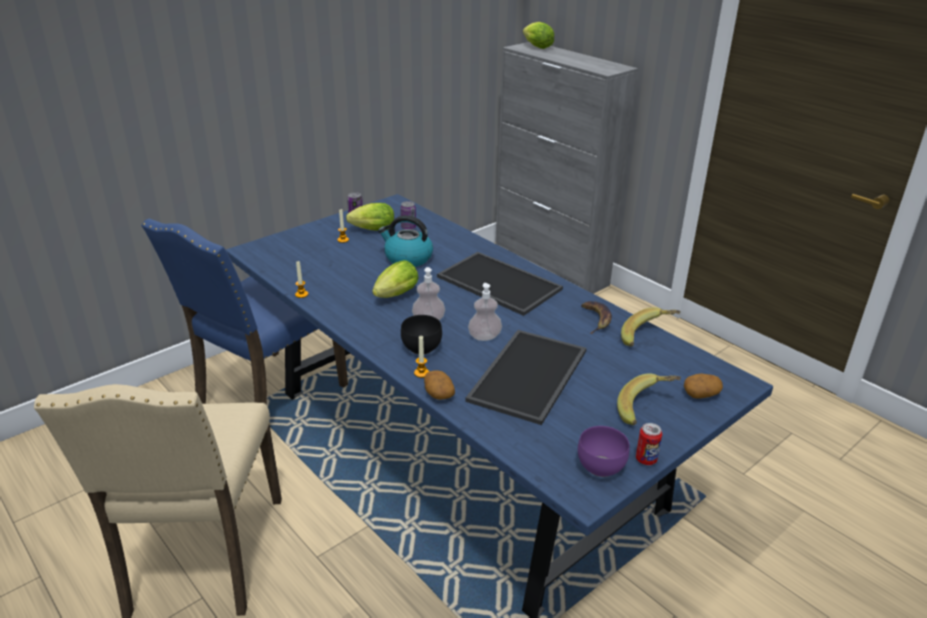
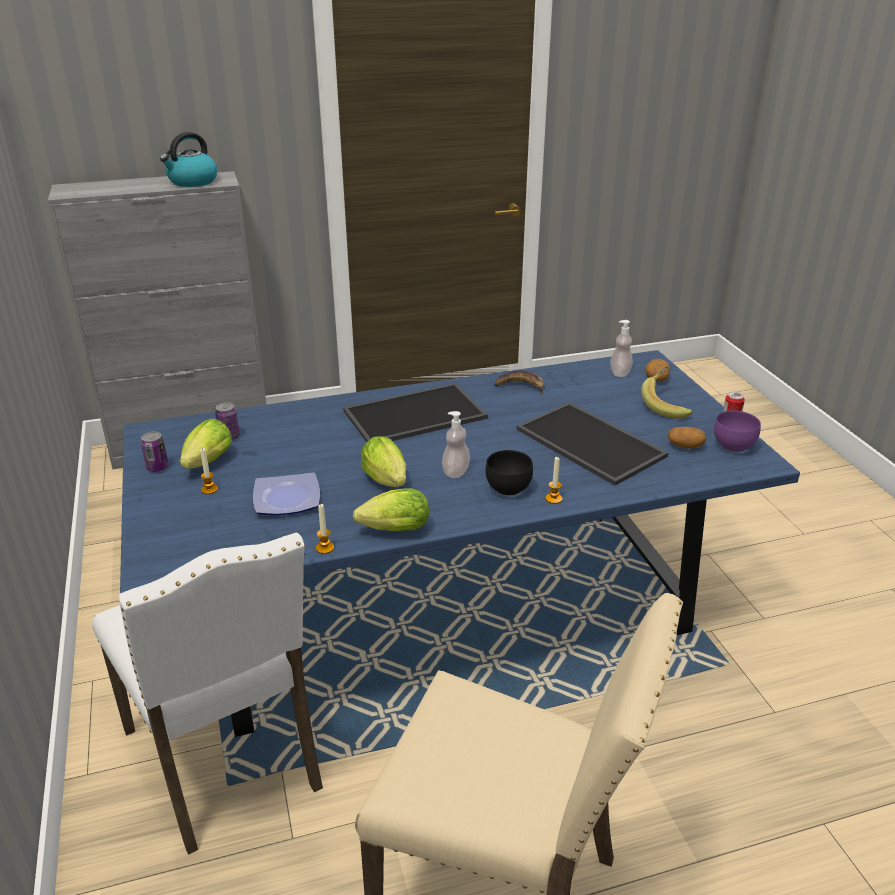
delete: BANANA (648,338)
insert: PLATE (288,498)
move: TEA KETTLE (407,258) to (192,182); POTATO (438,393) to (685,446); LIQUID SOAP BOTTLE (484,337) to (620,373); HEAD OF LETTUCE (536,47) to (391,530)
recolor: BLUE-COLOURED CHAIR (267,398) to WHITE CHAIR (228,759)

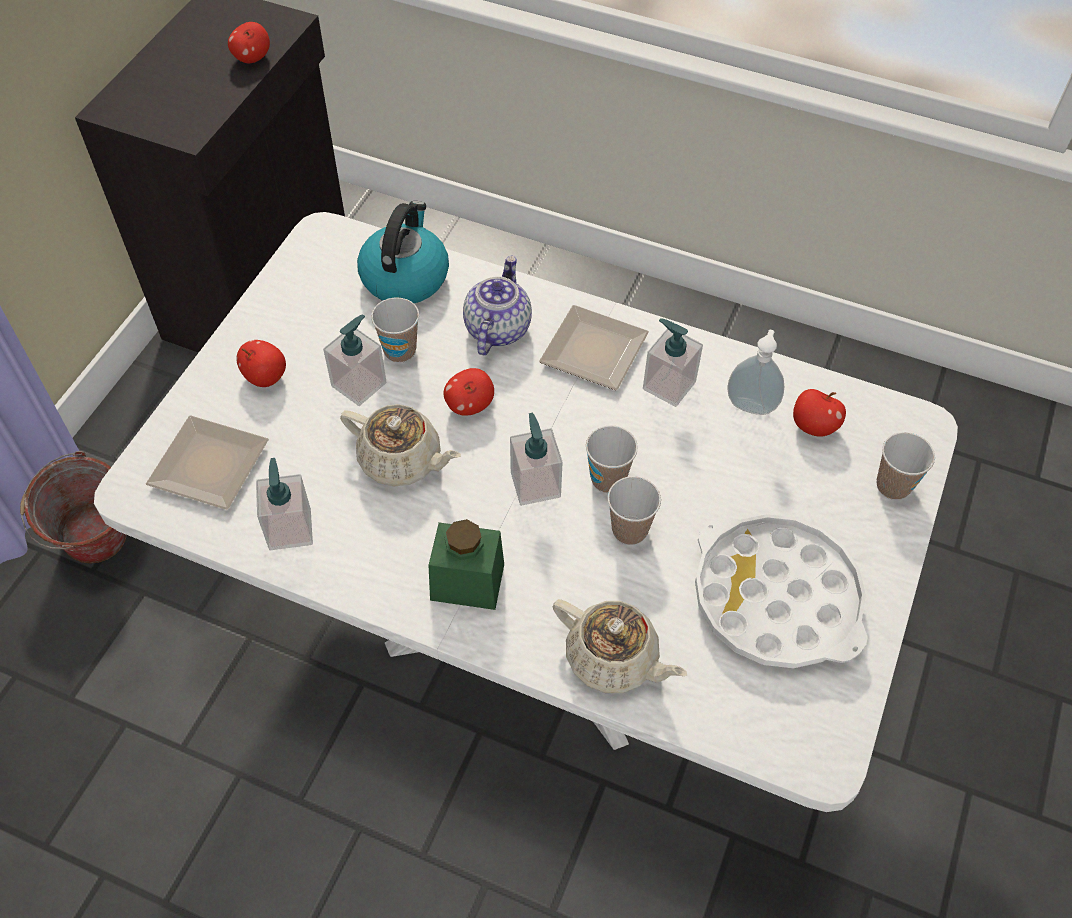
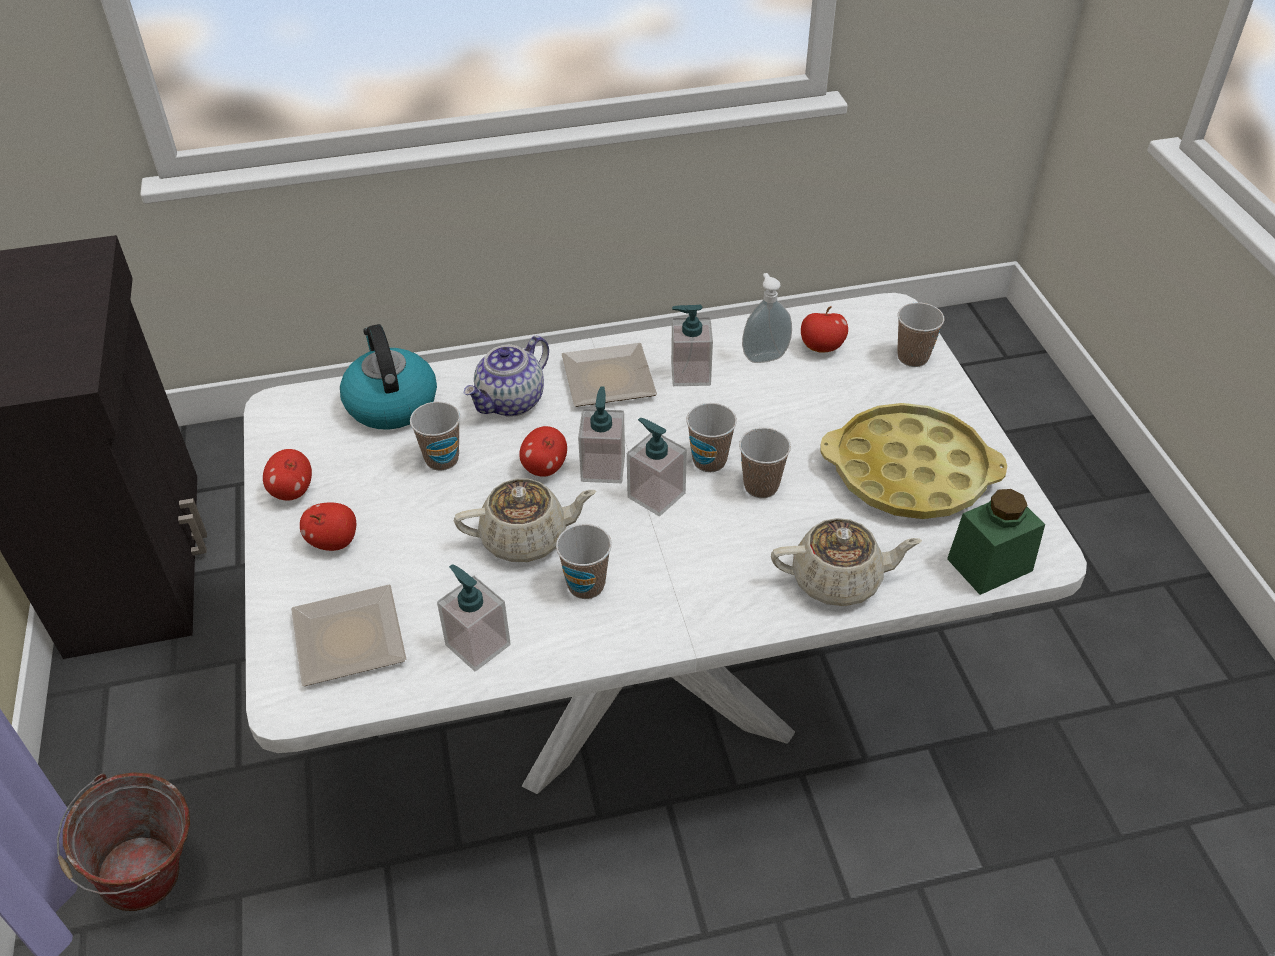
insert: CUP (586,585)
move: WHOLE APPLE (252,58) to (292,491); LIQUID SOAP BOTTLE (359,384) to (603,468); GREEN-COLOURED PRESERVE JAR (467,582) to (989,565)
recolor: WHITE SERVING TRAY (775,598) to YELLOW SERVING TRAY (909,472)
rotate: TEA POT (496,328) = (511,402) 120 degrees counterclockwise

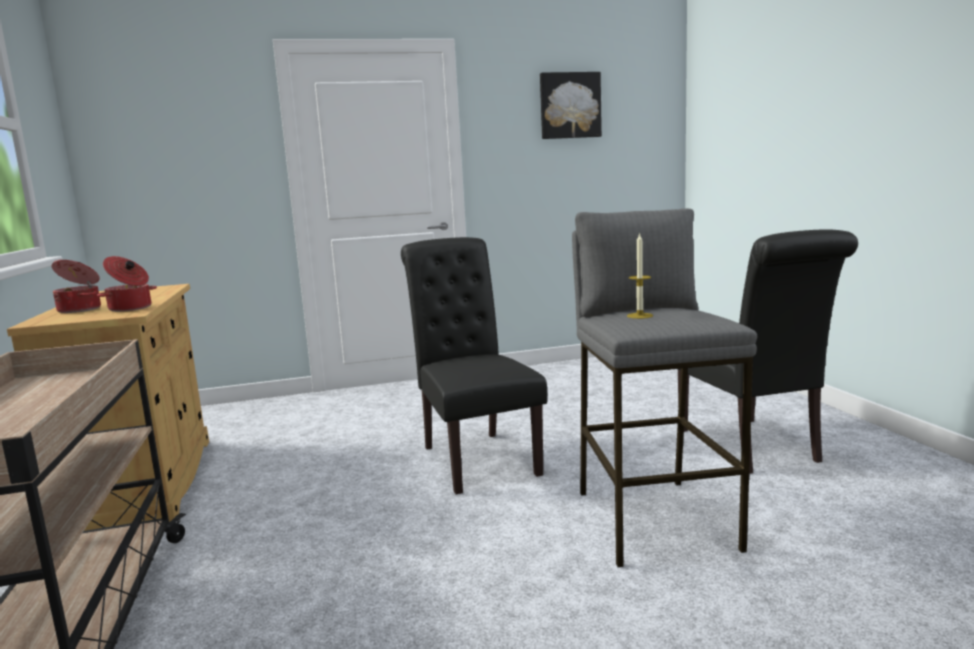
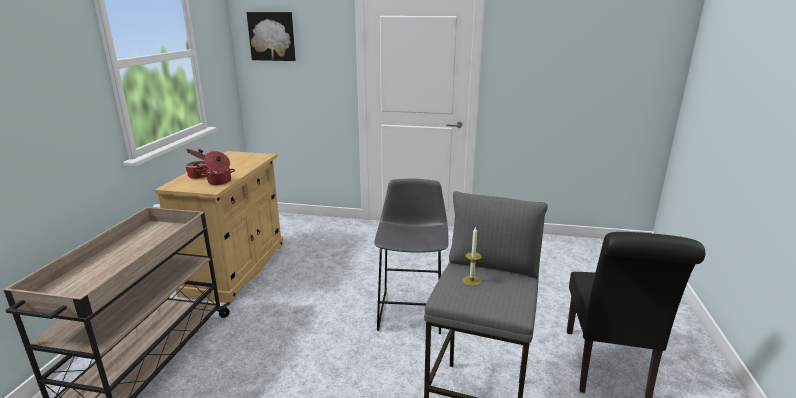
move: WALL ART (569,105) to (272,36)
replace: BLACK-COLOURED CHAIR (475,457) to GRAY SITTING STOOL (411,308)

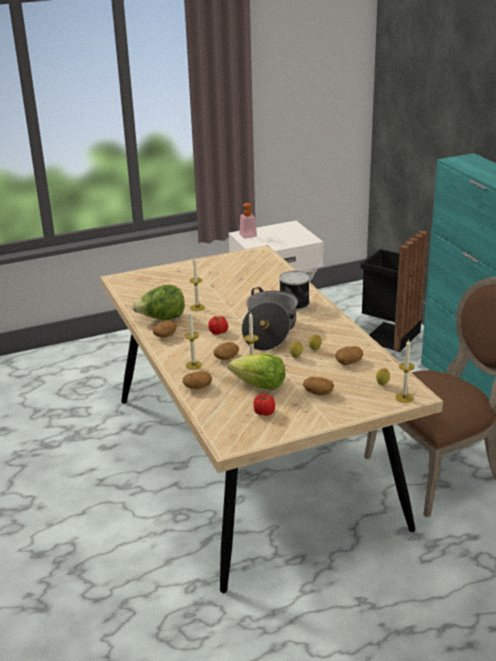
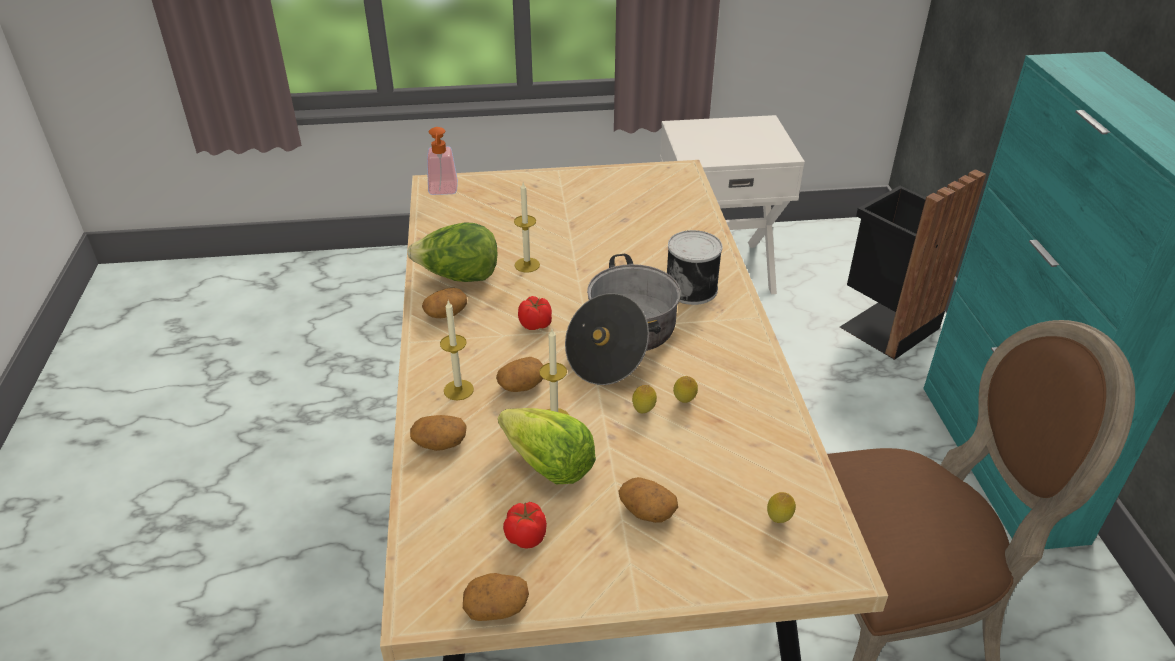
delete: WAX CANDLE (404,397)
move: LIQUID SOAP BOTTLE (249,237) to (443,192); POTATO (349,361) to (497,607)

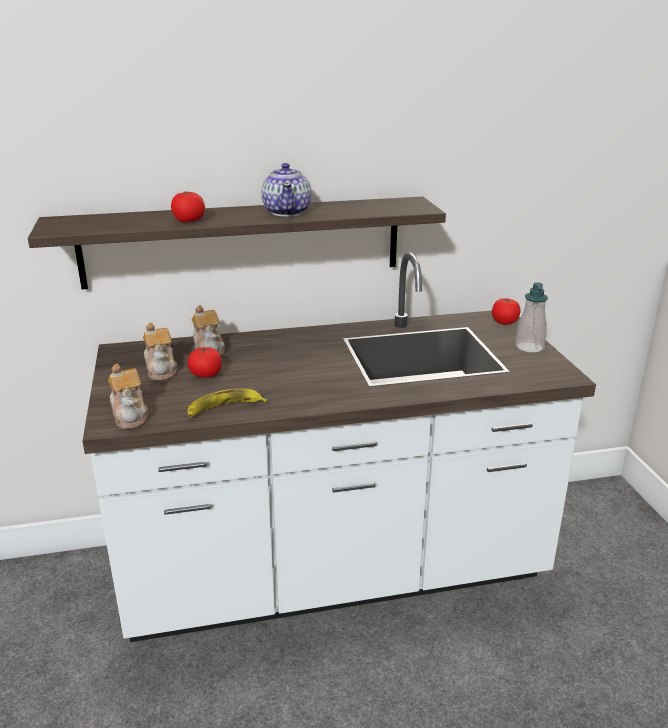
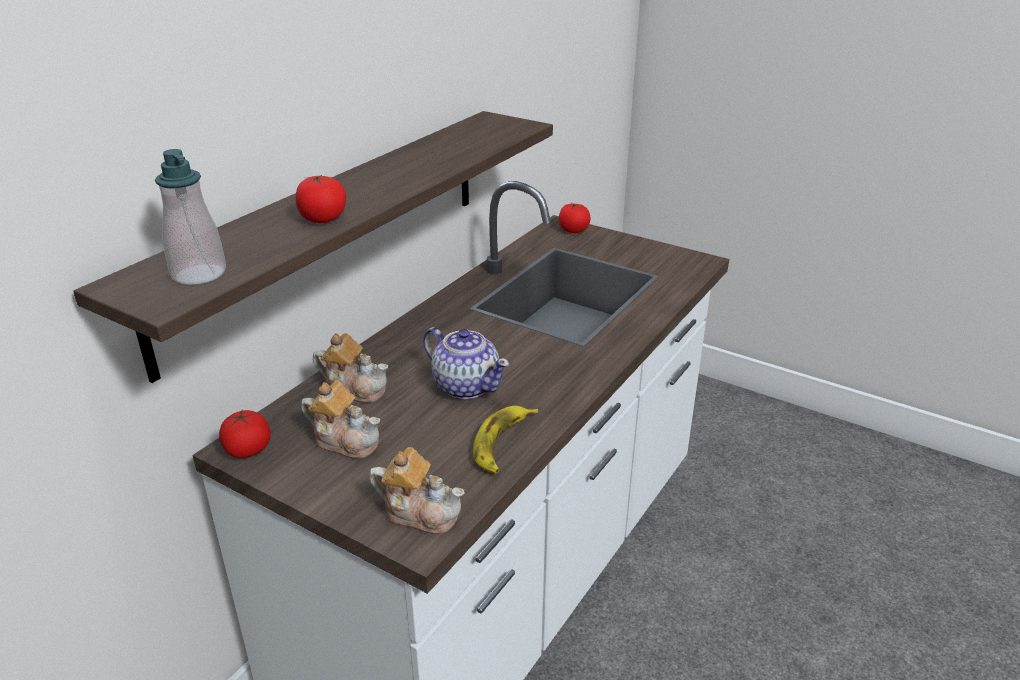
move: FRESH TOMATO (206,374) to (248,450); TEA POT (287,212) to (466,385); LIQUID SOAP BOTTLE (529,347) to (199,274)

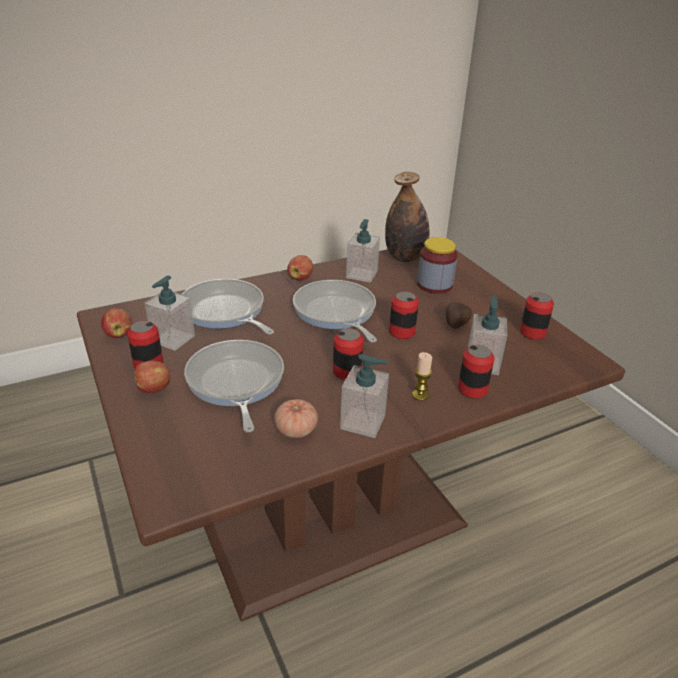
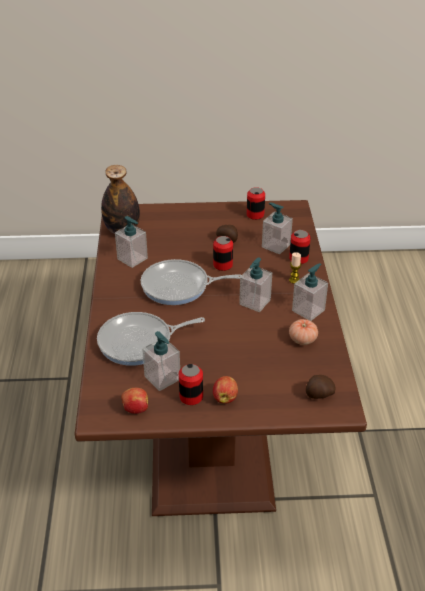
delete: PAN (235,383); WHOLE APPLE (300,278); PRESERVE JAR (434,285)
insert: POTATO (319,395)
replace: METAL CAN (347,372) to LIQUID SOAP BOTTLE (255,302)

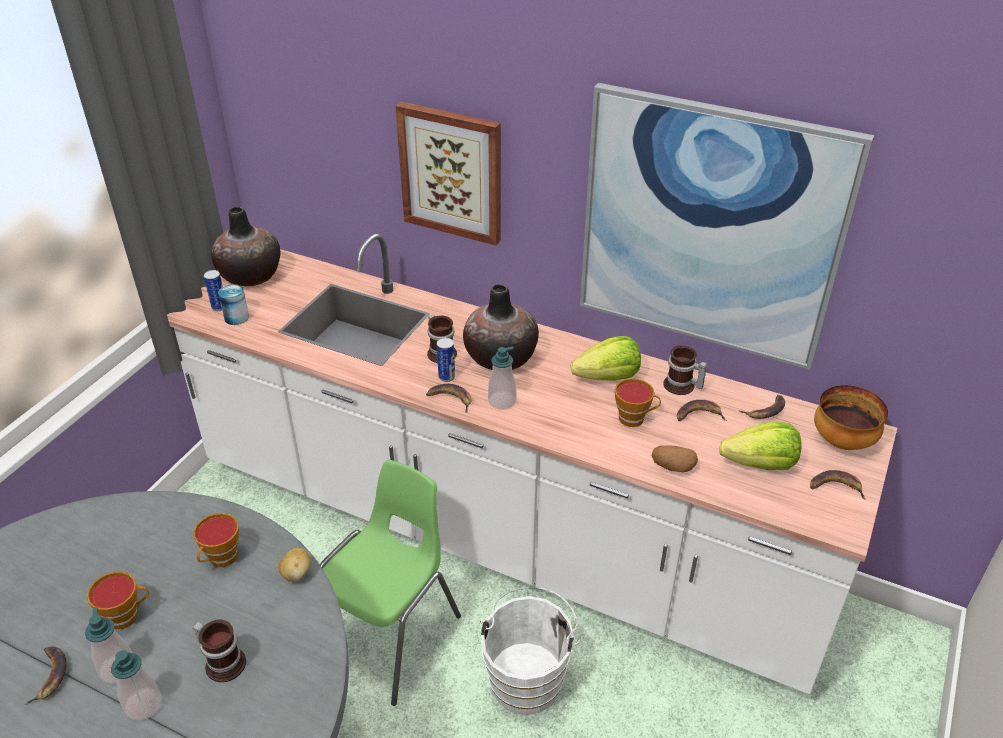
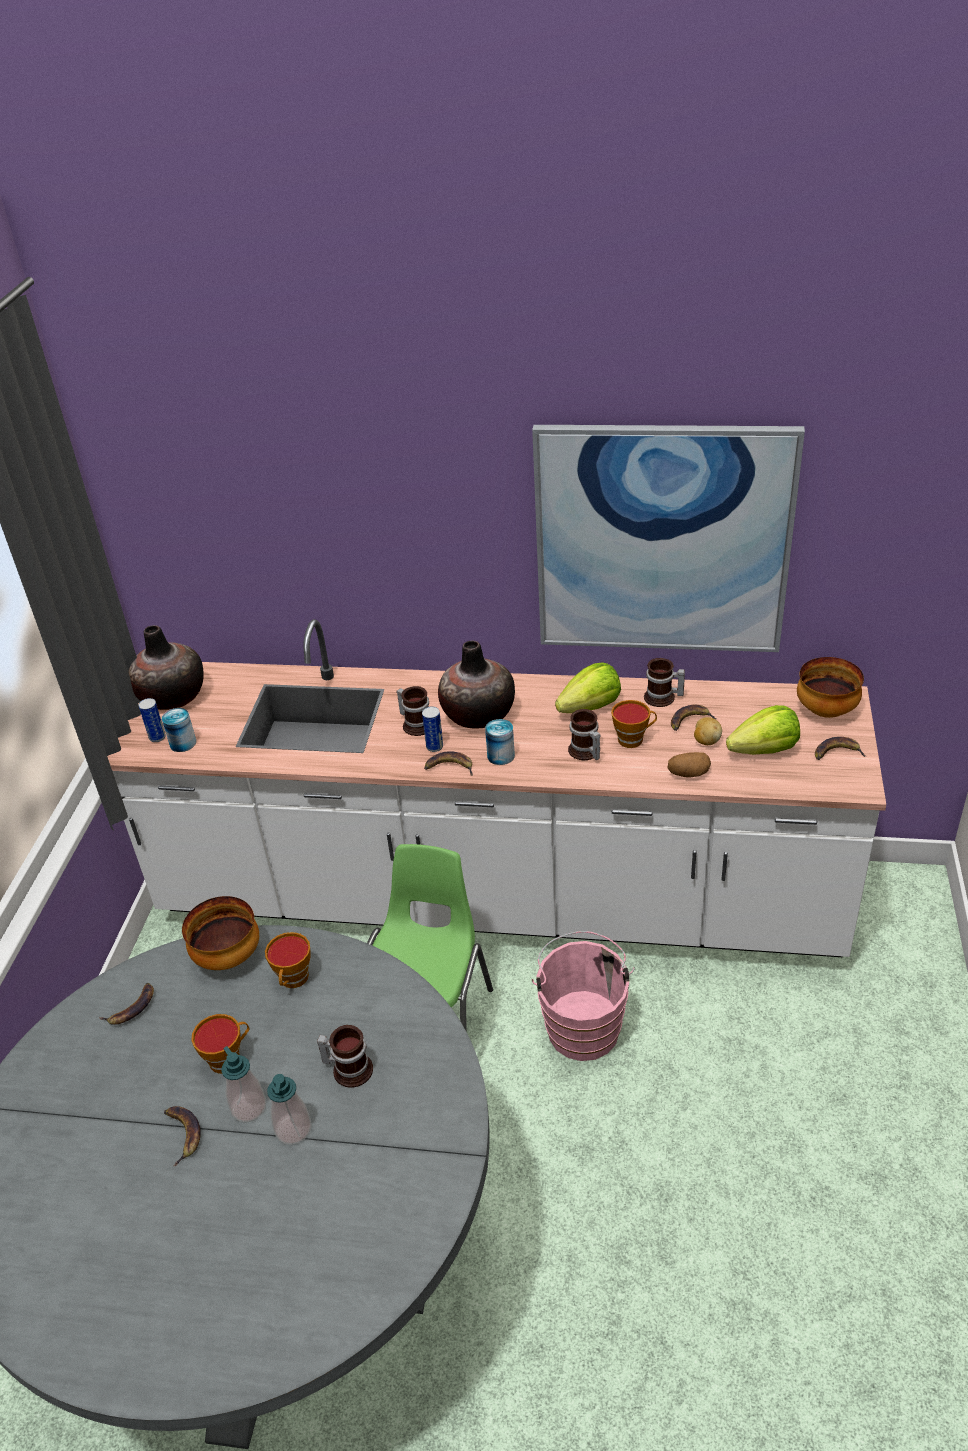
delete: WALL ART (452,172)
insert: BOWL (228,958); COFFEE MUG (584,752)
move: POTATO (296,574) to (706,741); BANANA (765,410) to (132,1008)
replace: LIQUID SOAP BOTTLE (502,401) to METAL CAN (501,756)
recolor: WHITE WATER BUCKET (528,677) to PINK-COLOURED WATER BUCKET (583,1025)

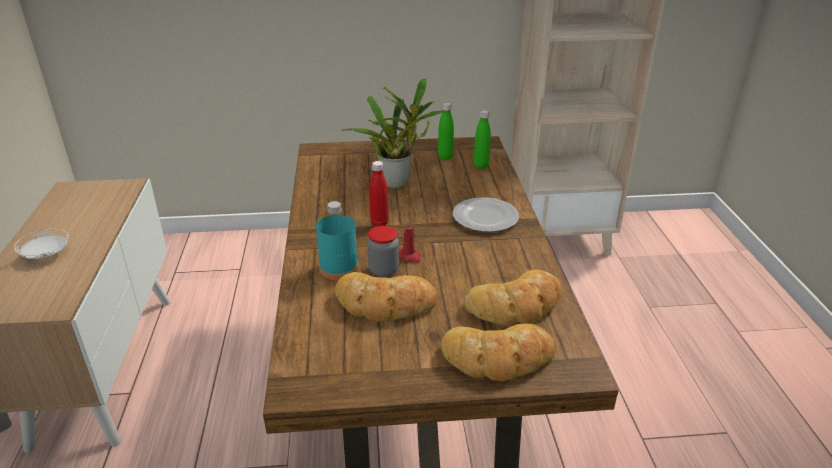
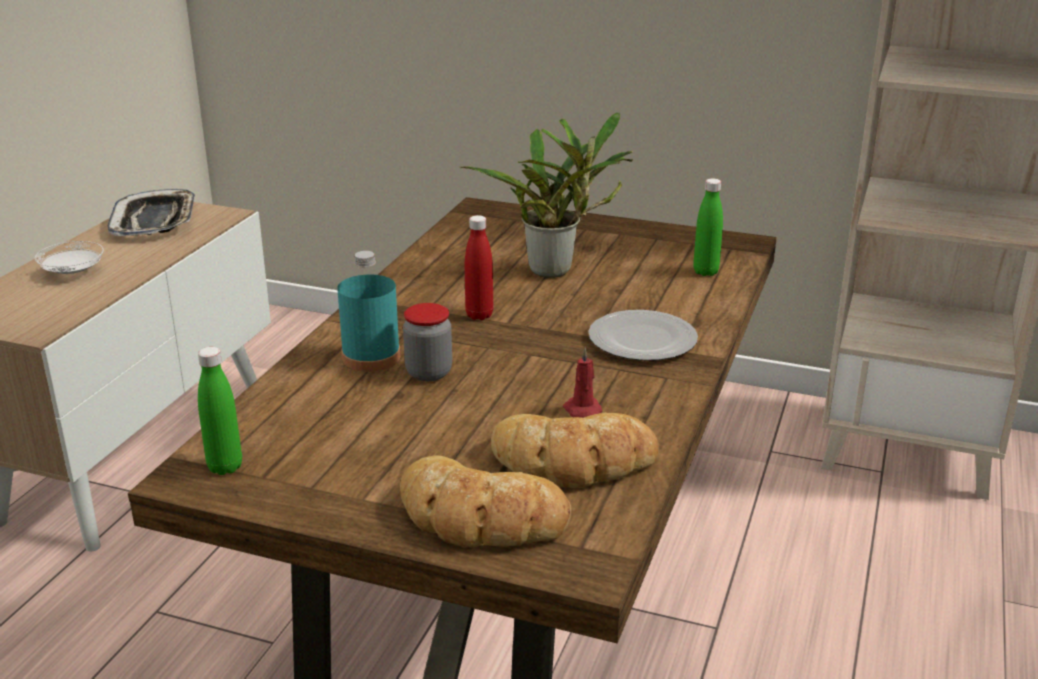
delete: BAKERY BREAD (385,303)
insert: SERVING TRAY (155,221)
move: RED-COLOURED WAX CANDLE (409,257) to (584,411); GREEN-COLOURED BOTTLE (445,157) to (225,467)

